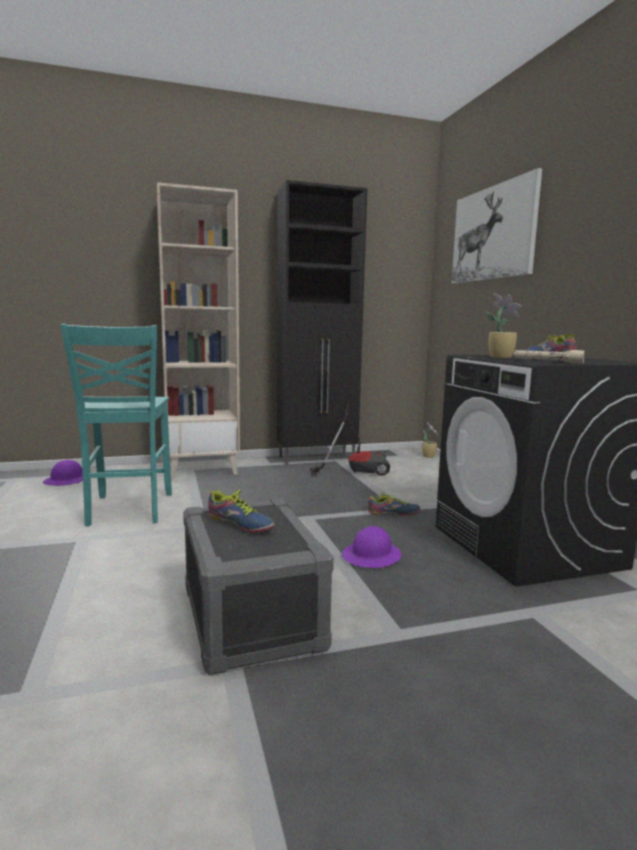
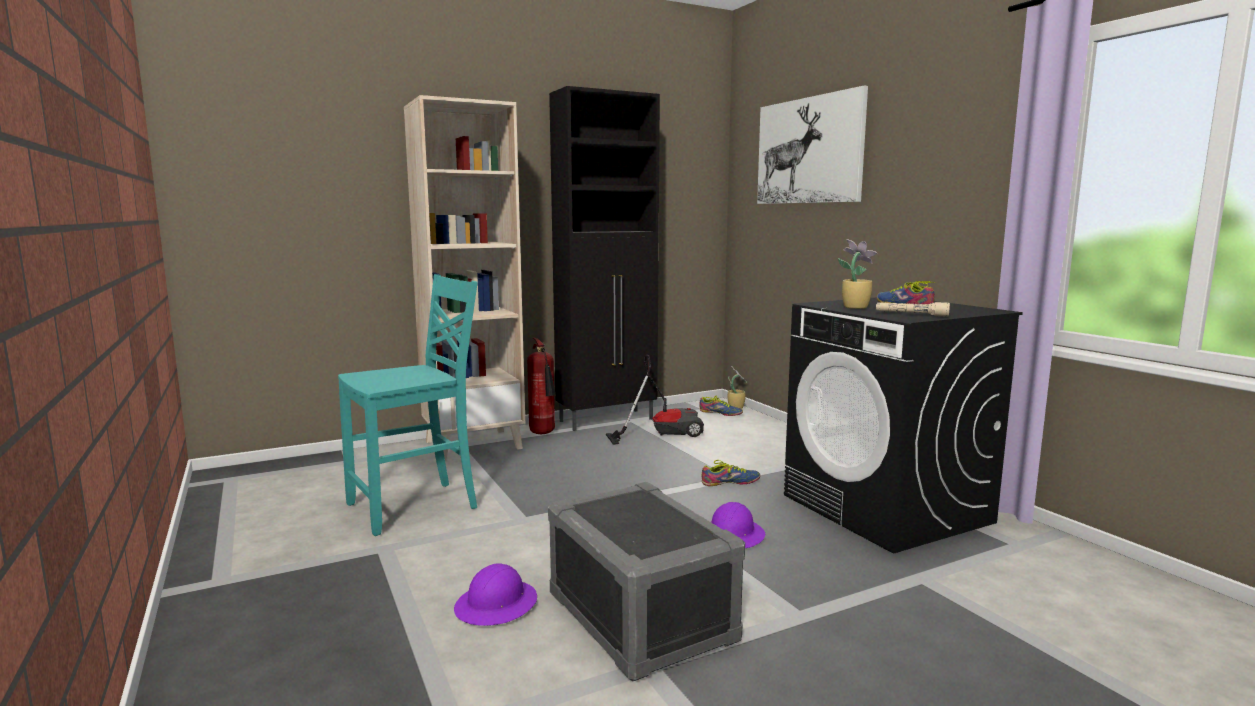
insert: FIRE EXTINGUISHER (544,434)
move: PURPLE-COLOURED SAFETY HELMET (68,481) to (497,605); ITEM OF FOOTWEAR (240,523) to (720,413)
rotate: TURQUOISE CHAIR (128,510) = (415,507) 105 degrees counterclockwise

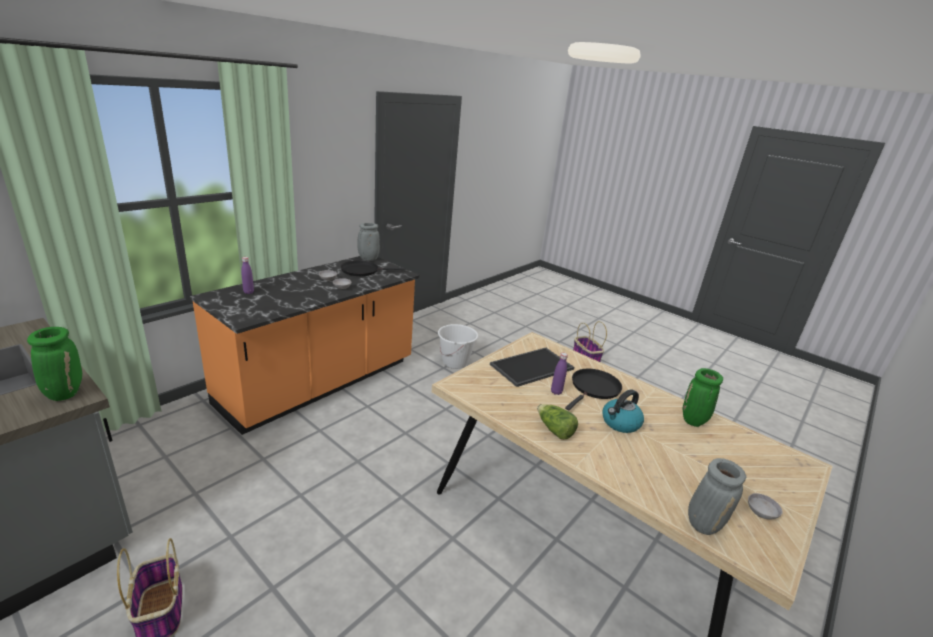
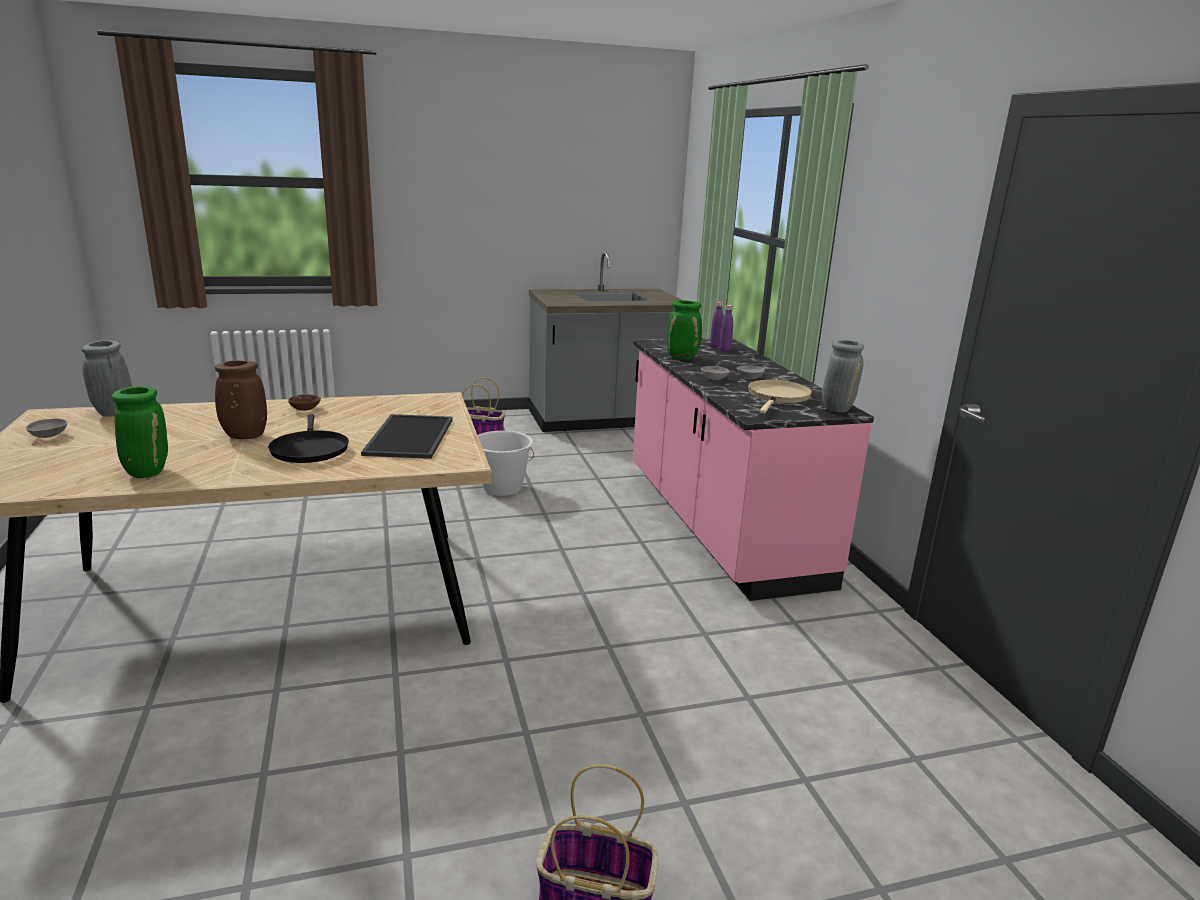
move: GREEN-COLOURED DECORATIVE VASE (64,393) to (683,358); WHITE WATER BUCKET (455,362) to (502,488); PURPLE-COLOURED BOTTLE (556,392) to (715,346)
replace: HEAD OF LETTUCE (554,430) to BROWNISH BOWL (305,409); TEA KETTLE (620,423) to BROWNISH DECORATIVE VASE (244,436)
recolor: ORANGEY COUNTER (320,383) to PINK-COLOURED COUNTER (719,526); BLACK-COLOURED PAN (362,271) to BEIGE PAN (778,397)

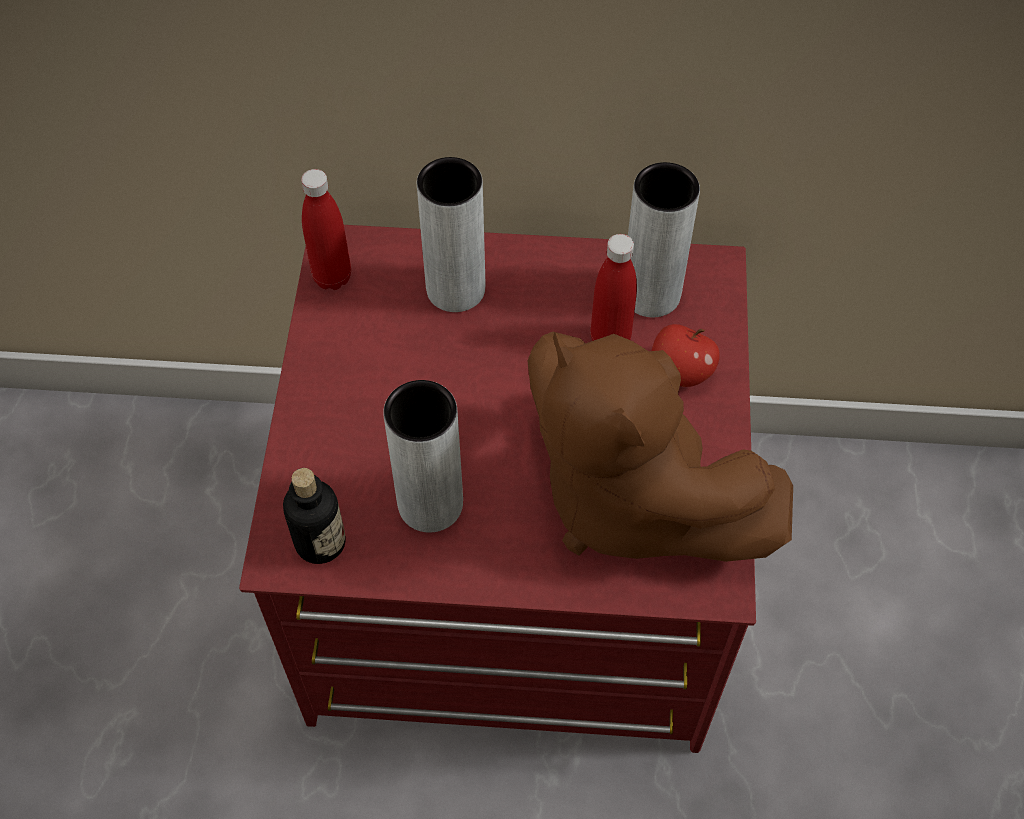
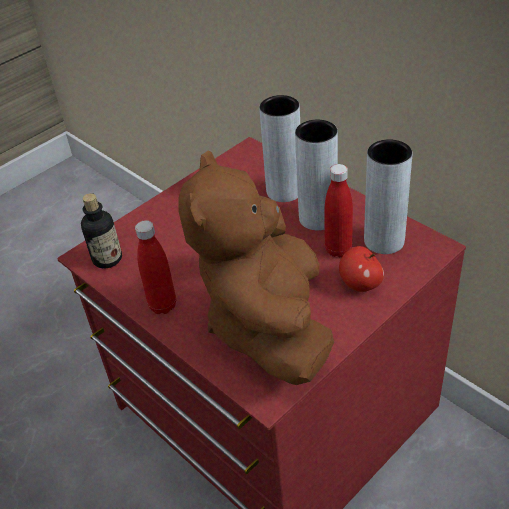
move: RED-COLOURED BOTTLE (332,277) to (163,306); GRAY DECORATIVE VASE (430,504) to (318,218)

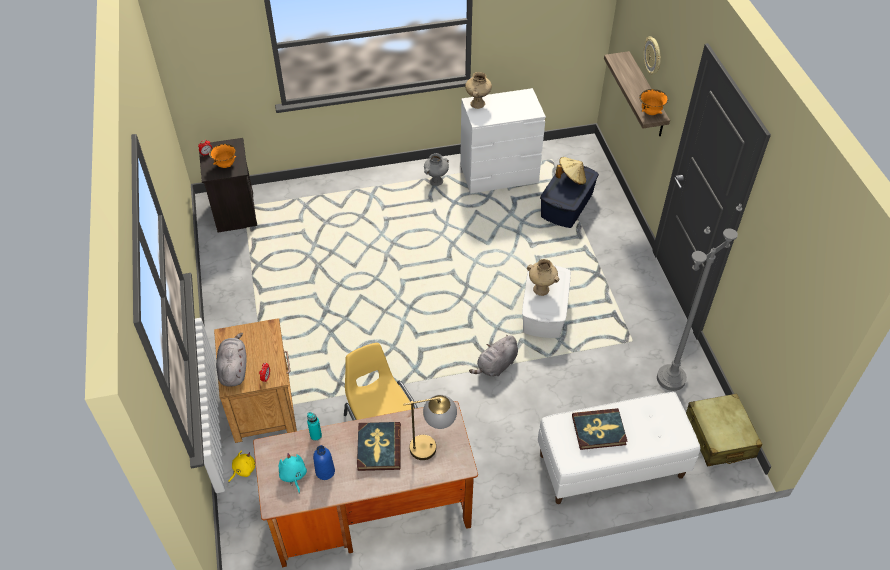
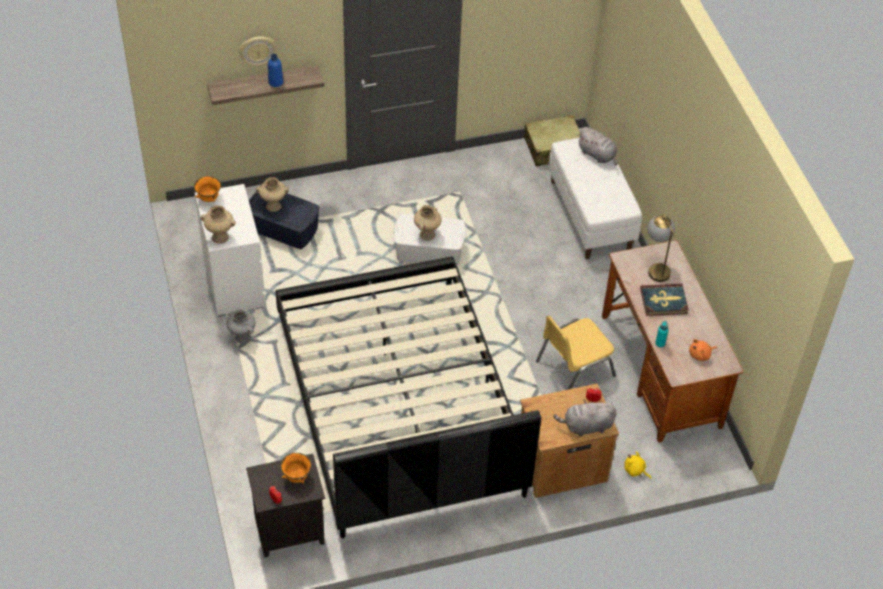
delete: VOLUME (599,430); GRAY FLOOR LAMP (671,378)
insert: BLACK-COLOURED BEDROOM BED (398,406)
move: BLUE-COLOURED BOTTLE (325,471) to (275,82); GRAY CUDDLY TOY (496,366) to (597,155); ORANGEY BOWL (650,112) to (208,199)
replace: BEIGE WEARABLE HAT (571,179) to BEIGE DECORATIVE VASE (273,206)
recolor: TURQUOISE CUDDLY TOY (293,476) to ORANGEY CUDDLY TOY (700,355)

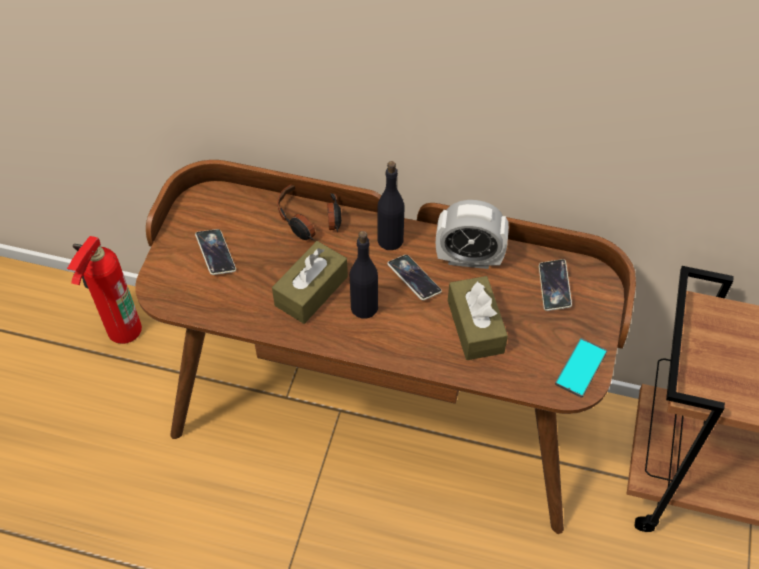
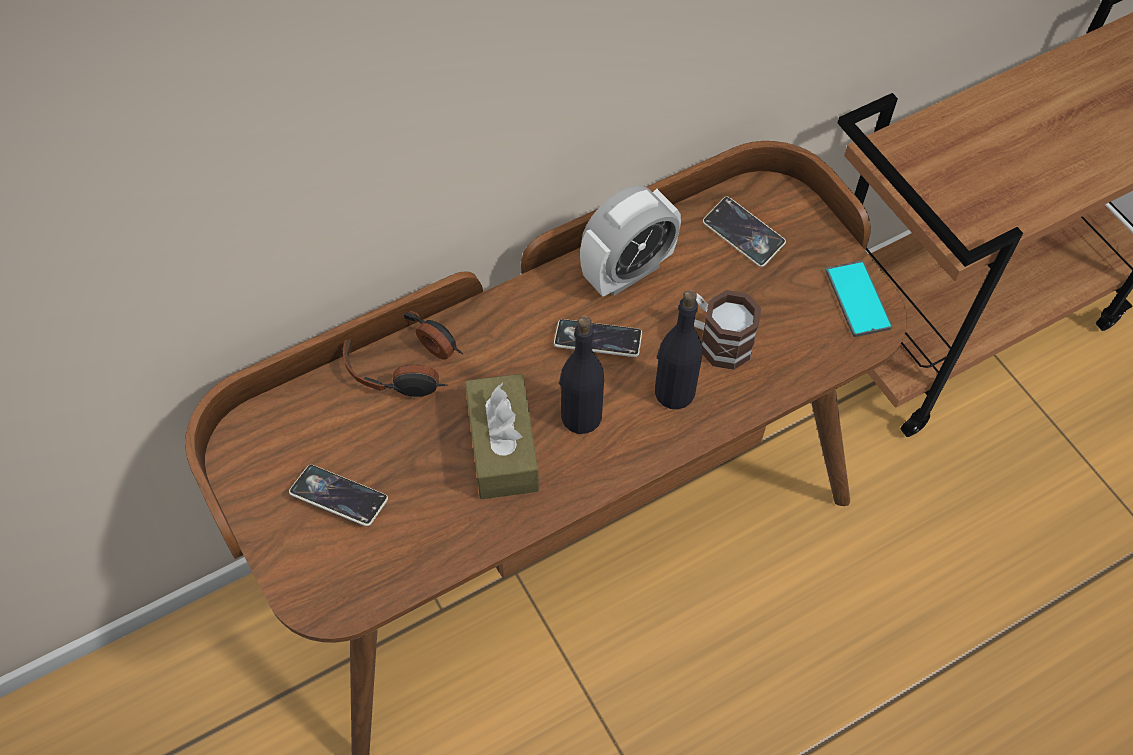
delete: FIRE EXTINGUISHER (120,331)
move: BLACK-COLOURED BOTTLE (390,240) to (674,392)
replace: BROWNISH BOX OF TISSUES (475,326) to COFFEE MUG (715,340)

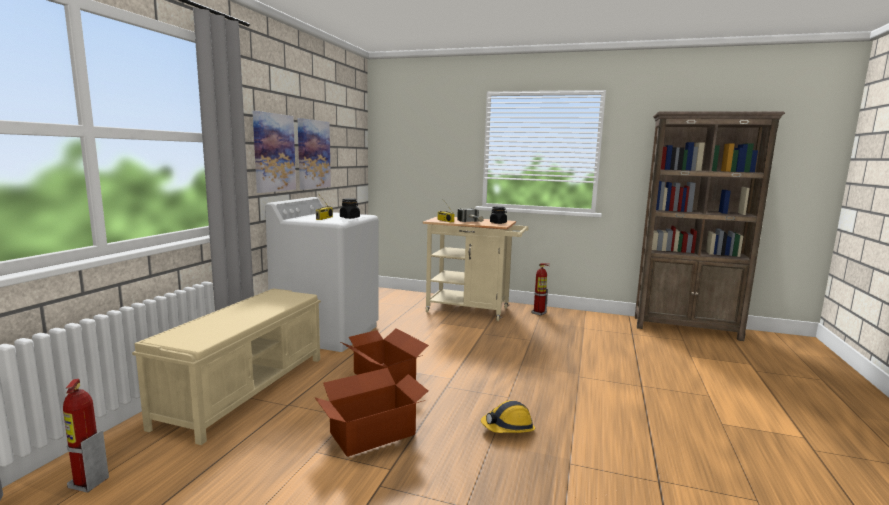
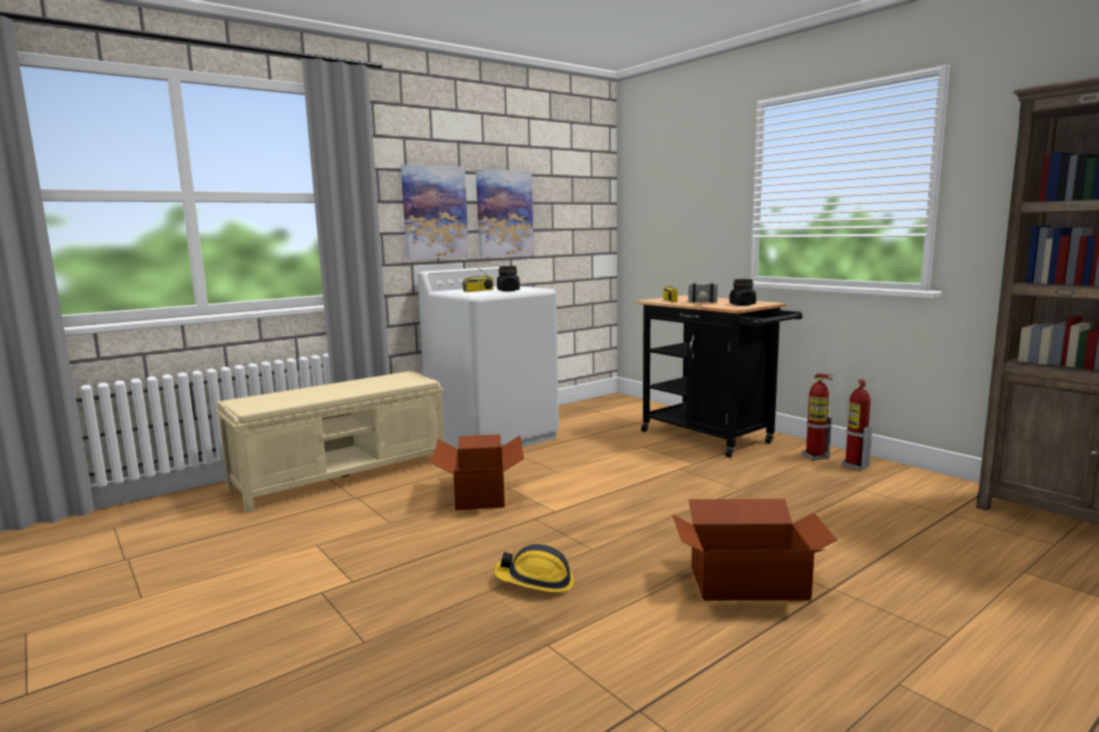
move: FIRE EXTINGUISHER (88,483) to (855,466); PACKING BOX (371,433) to (747,582)
recolor: BEIGE WHEELED CART (473,310) to BLACK-COLOURED WHEELED CART (712,438)

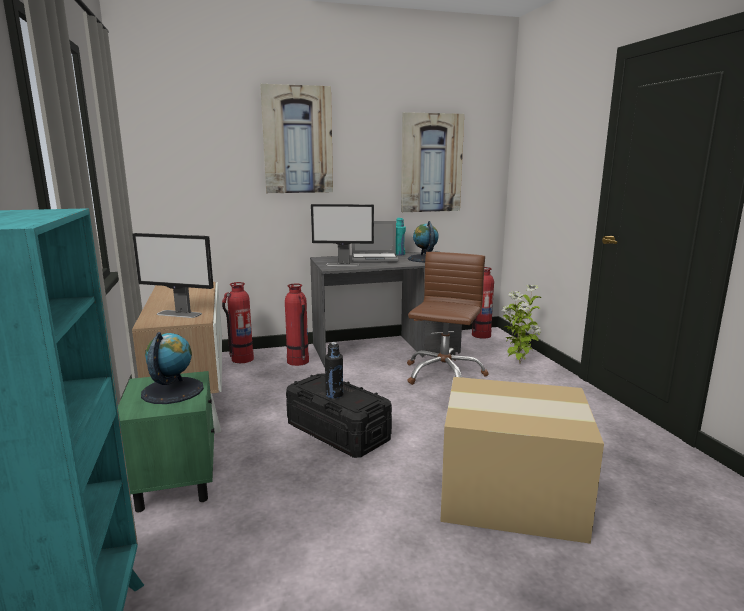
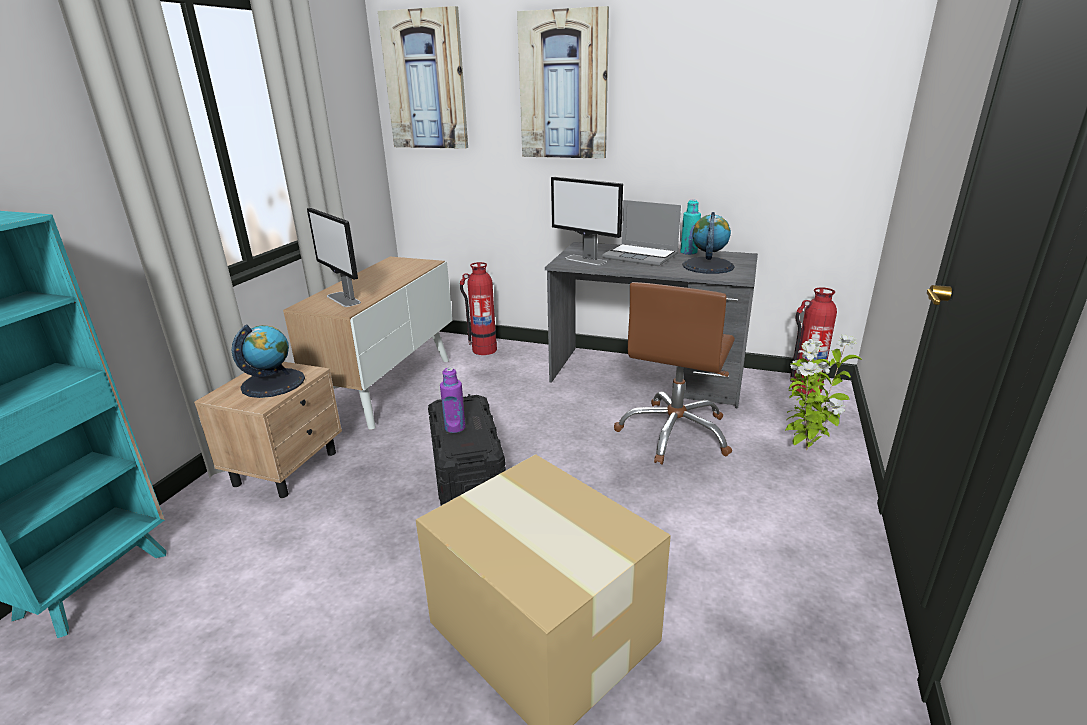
delete: FIRE EXTINGUISHER (298,361)
move: WALL ART (431,163) to (425,81)
recolor: GREEN-COLOURED BEDSIDE TABLE (176,480) to BEIGE BEDSIDE TABLE (287,467); BLACK-COLOURED BOTTLE (334,395) to PURPLE-COLOURED BOTTLE (455,427)
rotate: BROWNISH OFFICE CHAIR (443,374) = (675,433) 150 degrees clockwise

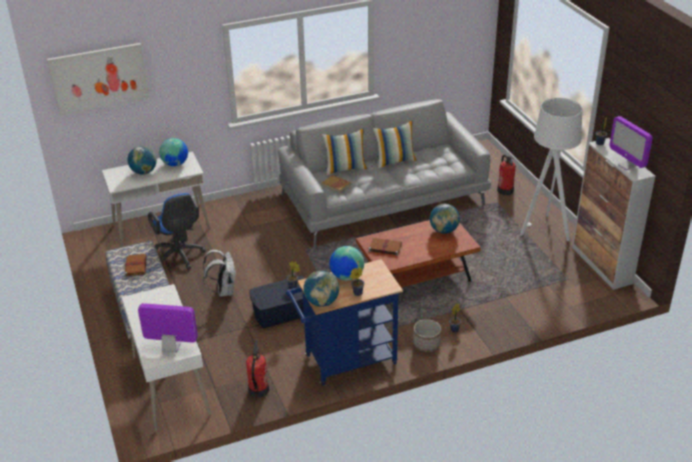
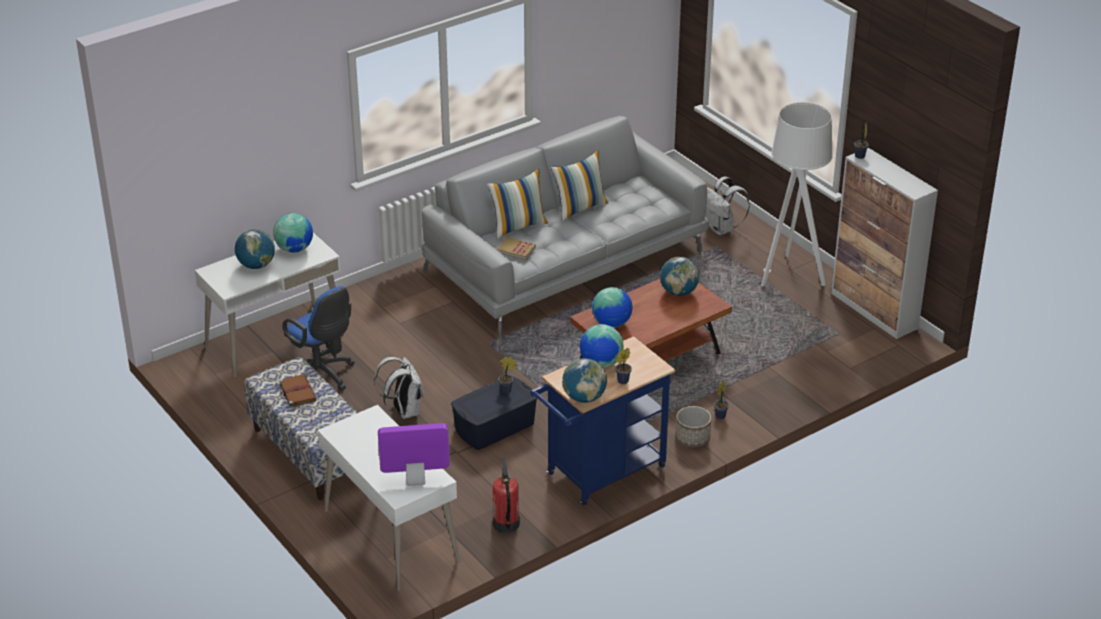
delete: WALL ART (99,78); COMPUTER DISPLAY (627,165)
replace: BROWNISH VOLUME (384,247) to DESK GLOBE (612,323); FIRE EXTINGUISHER (505,190) to WHITE BACKPACK (722,229)

